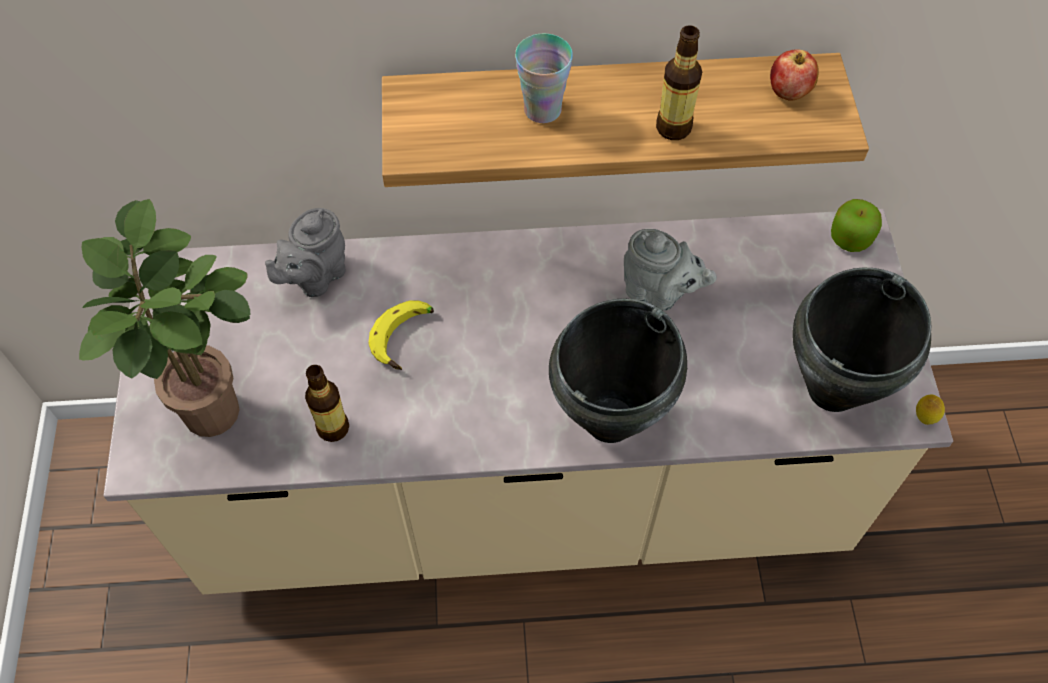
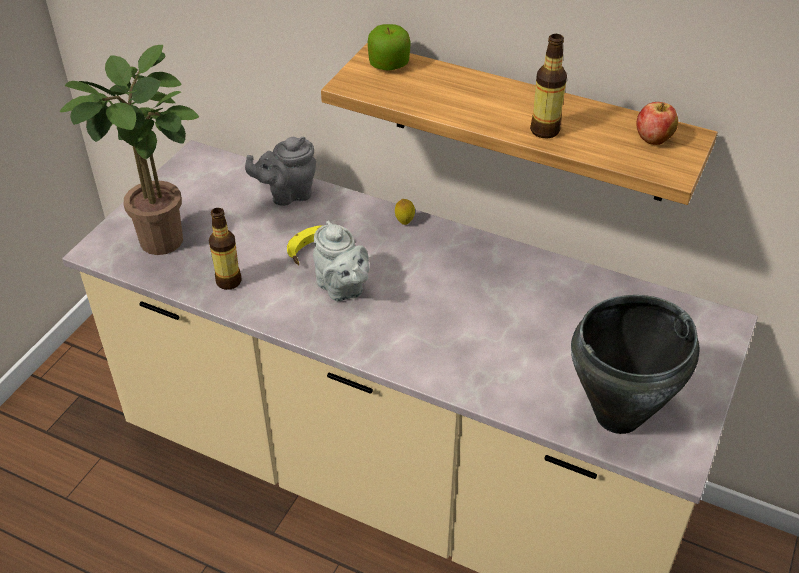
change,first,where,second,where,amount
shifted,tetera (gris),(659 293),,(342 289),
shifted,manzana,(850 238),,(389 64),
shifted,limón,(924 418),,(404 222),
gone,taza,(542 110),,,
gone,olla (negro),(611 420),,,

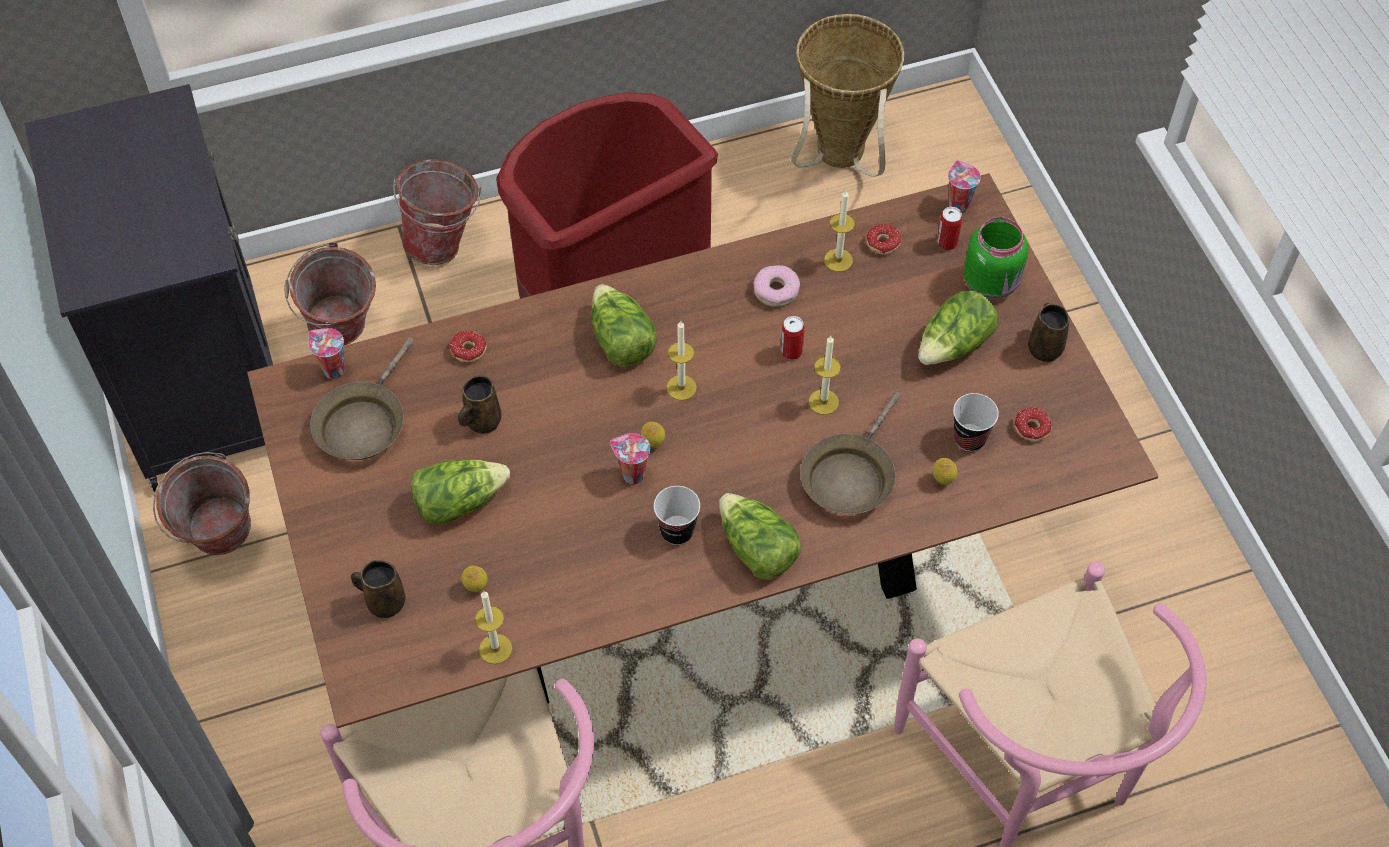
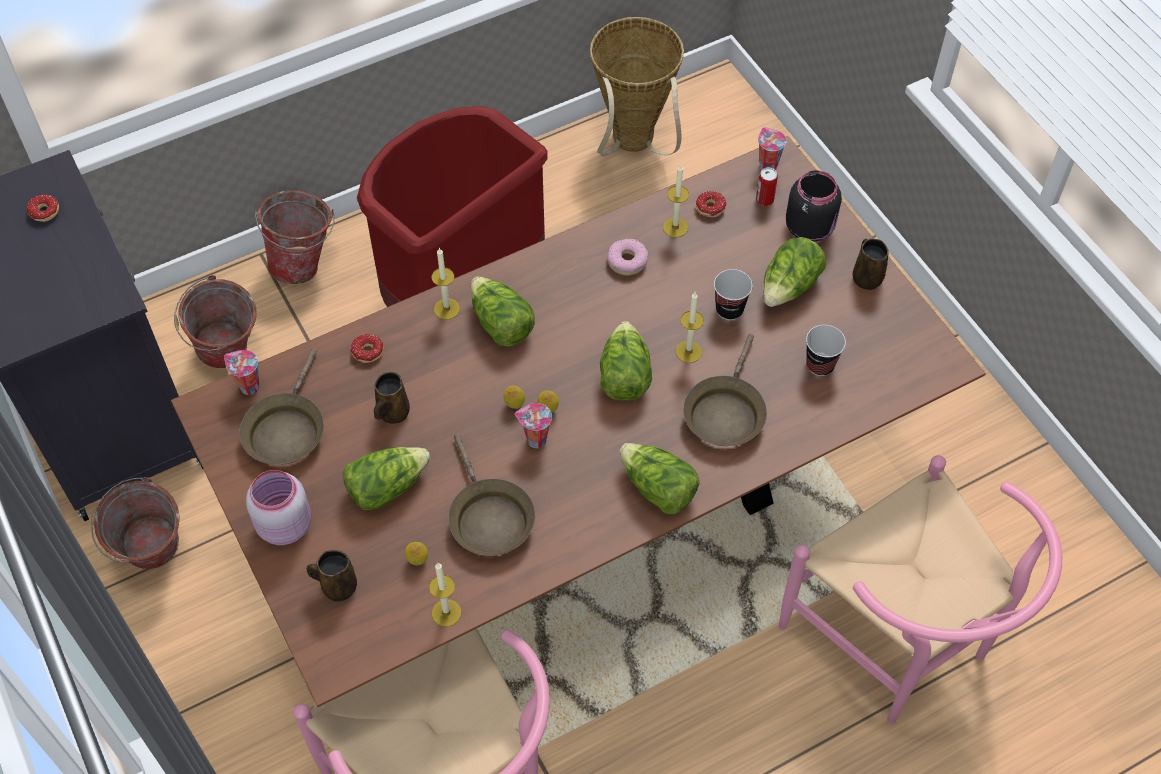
change,first,where,second,where,amount
shifted,rosquilla,(1027 432),,(40 215),
new,,,tarro (rosa),(283 524),
shifted,vela,(681 387),,(446 309),
new,,,sartén (marrón),(488 518),
shifted,limón,(943 480),,(514 405),
new,,,lechuga,(624 375),
shifted,taza,(677 531),,(729 309),
repainted,tarro (verde),(992 282),tarro (negro),(810 228),
gone,lata,(791 351),,,

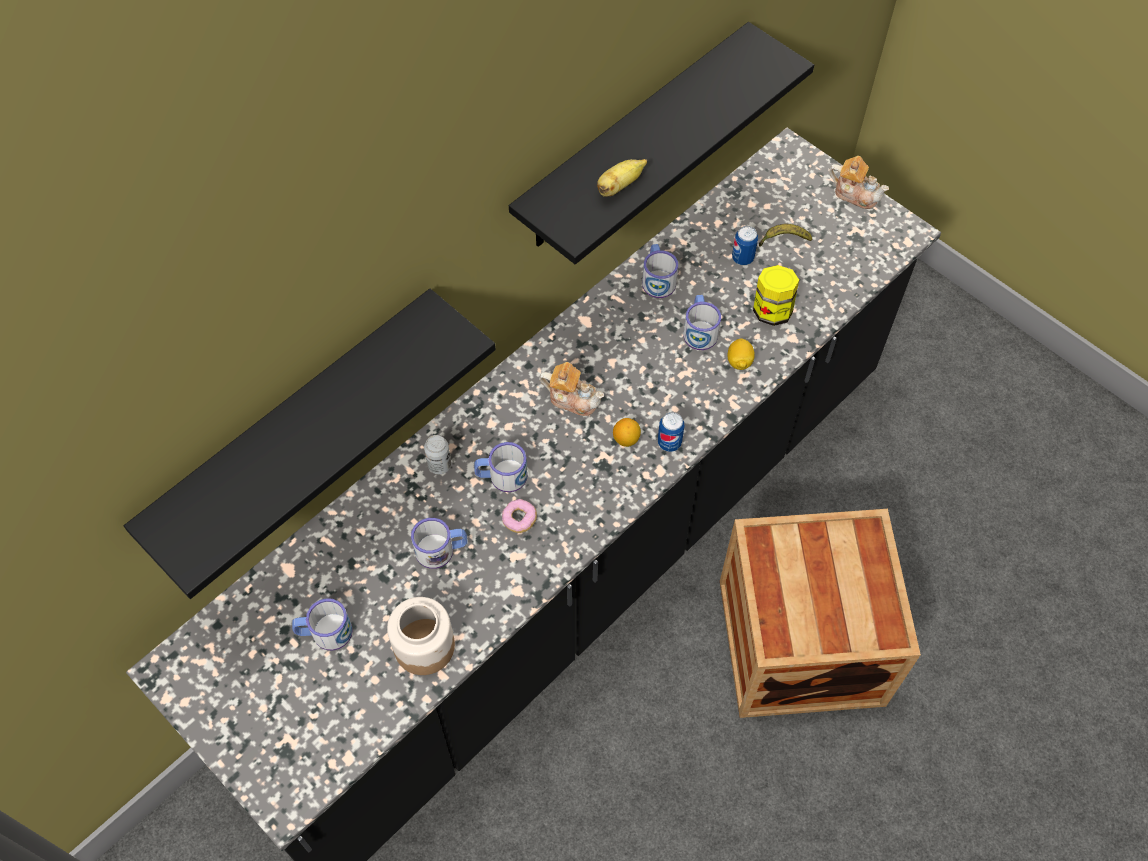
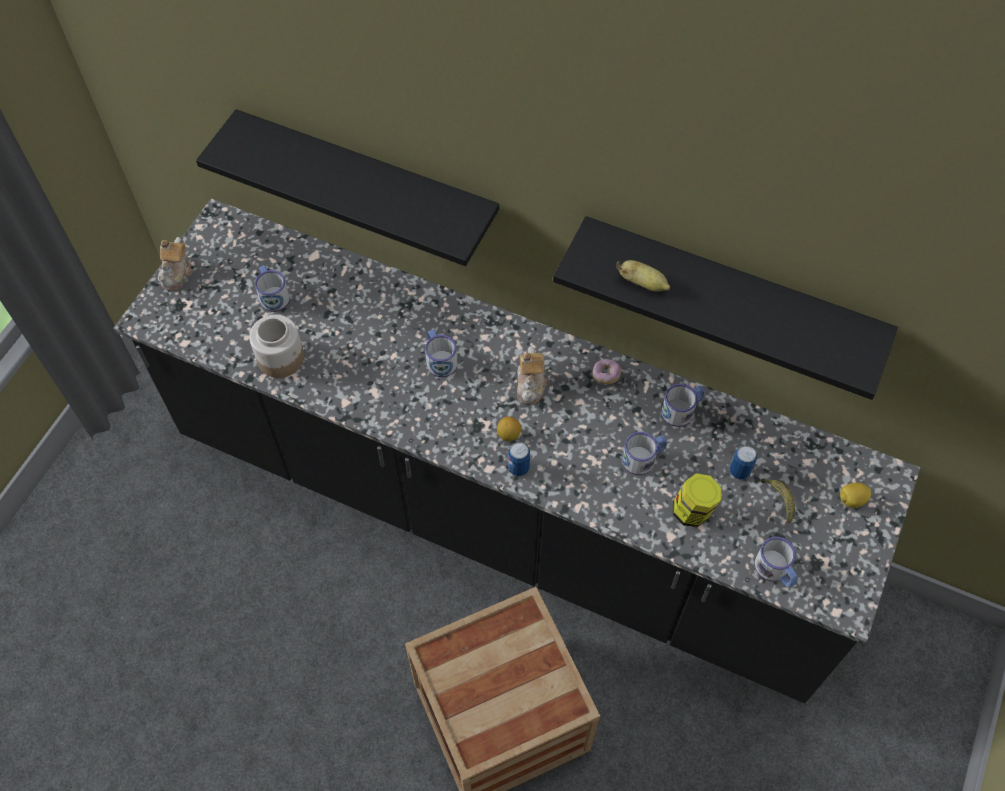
change,first,where,second,where,amount
shifted,tetera,(855 194),,(177 273),
shifted,rosquilla,(519 519),,(606 375),
shifted,taza grande,(441 550),,(775 571),
shifted,limón,(739 361),,(851 500),
gone,lata,(439 465),,,

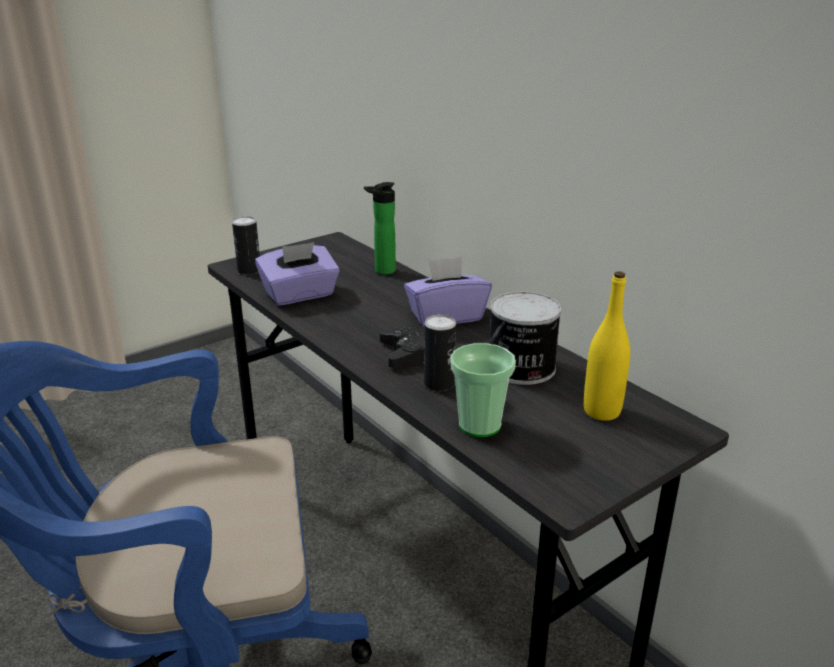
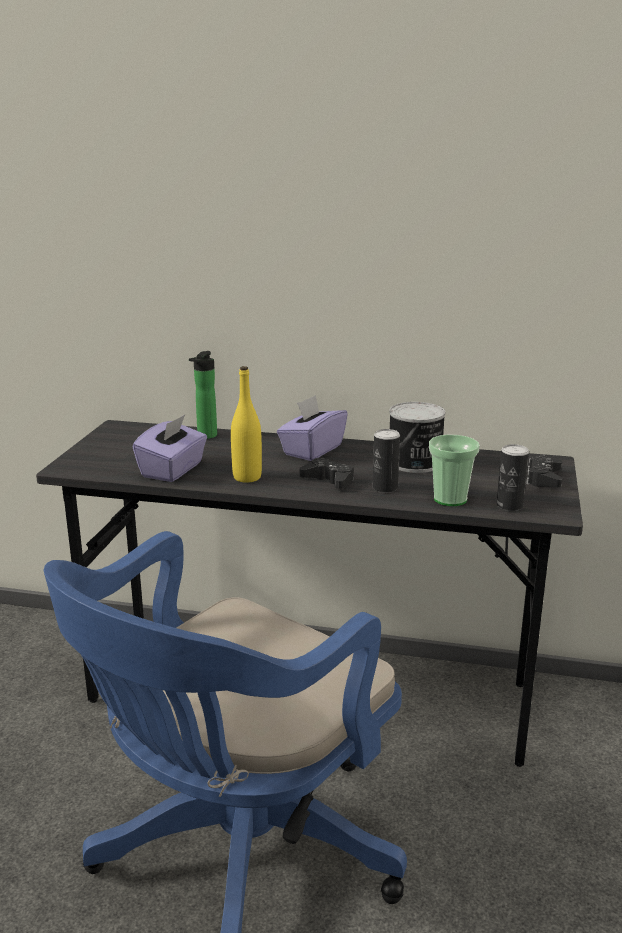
change,first,where,second,where,amount
shifted,botella (amarillo),(601 411),,(247 477),
shifted,lata,(249 270),,(509 505),
new,,,mando de consola (negro),(543 478),

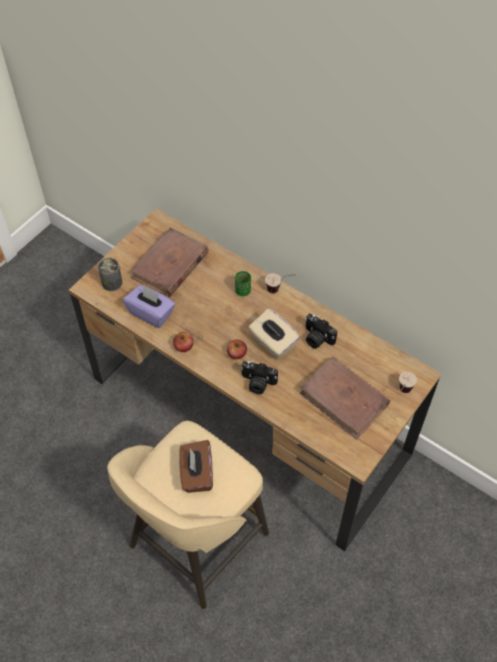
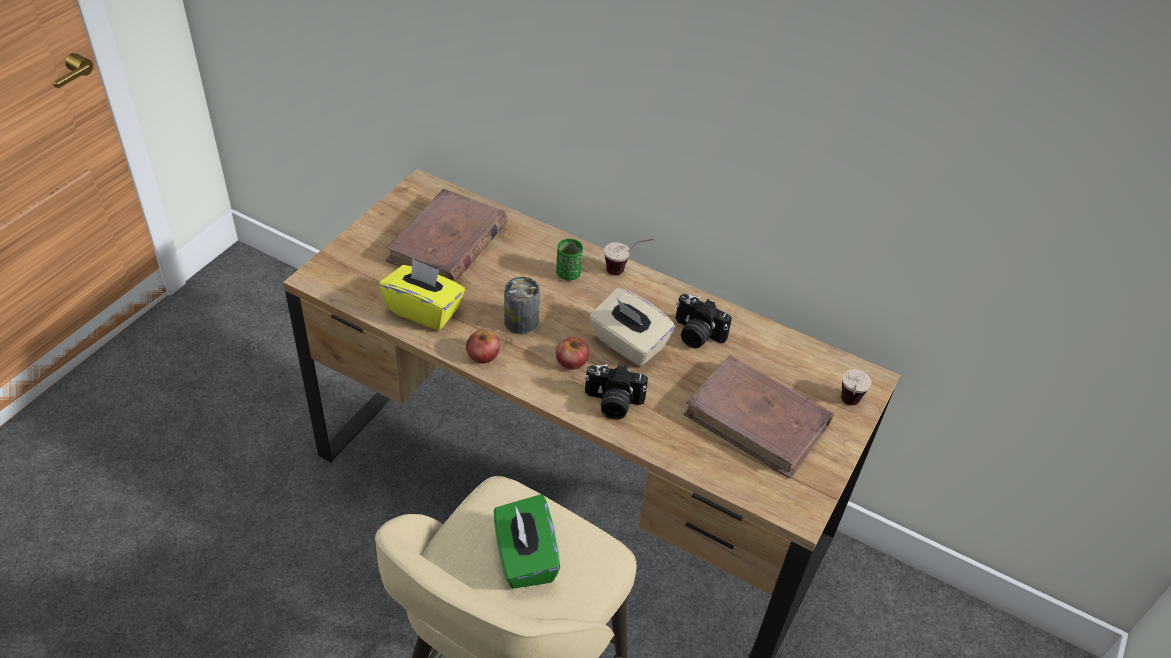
change,first,where,second,where,amount
repainted,caja de pañuelos (morado),(151 313),caja de pañuelos (amarillo),(424 310),
repainted,caja de pañuelos (marrón),(196 474),caja de pañuelos (verde),(524 557),
shifted,lata,(112 283),,(521 322),

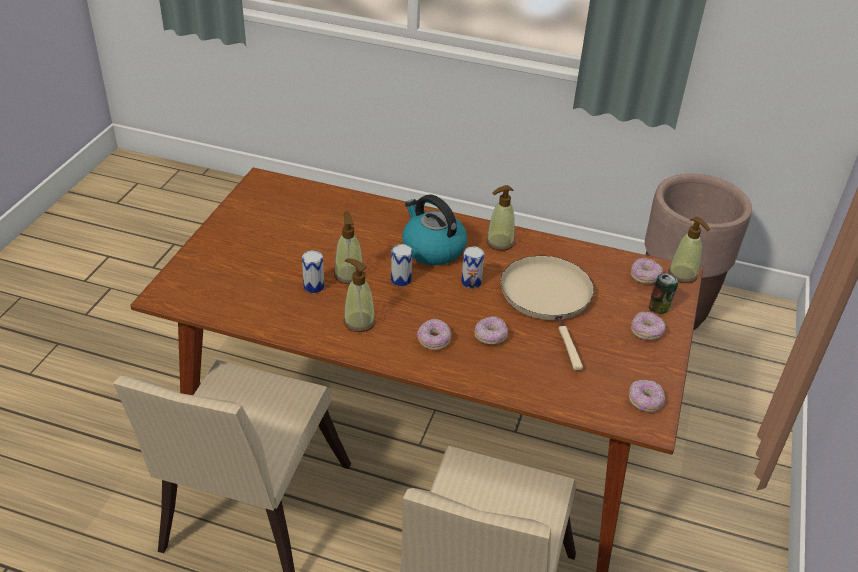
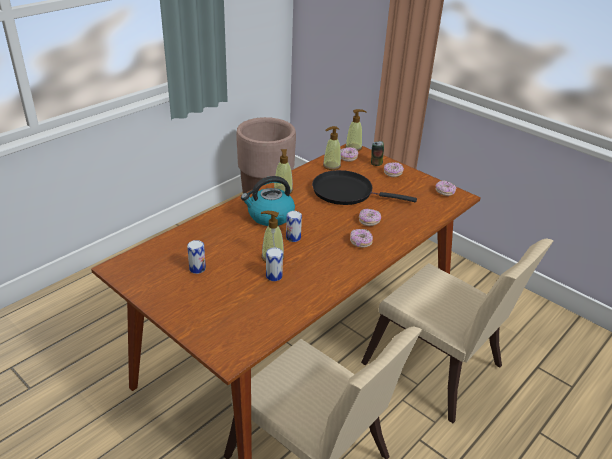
change,first,where,second,where,amount
shifted,lata,(471 282),,(197 268),
repainted,sartén (beis),(548 298),sartén (negro),(346 192),
shifted,dispensador de jabón,(359 322),,(331 166),

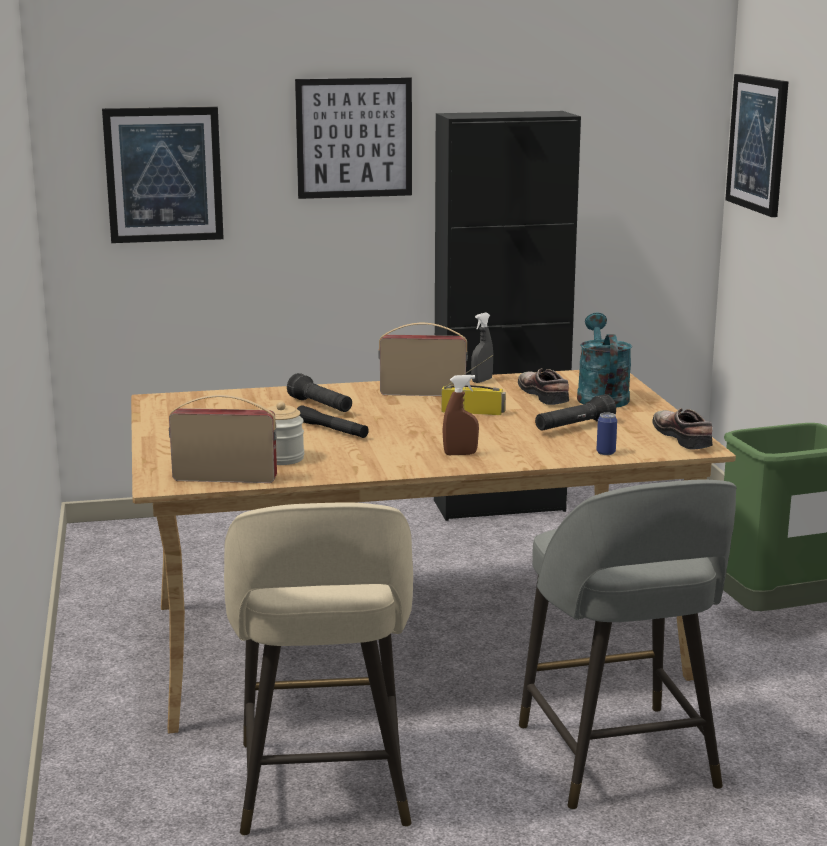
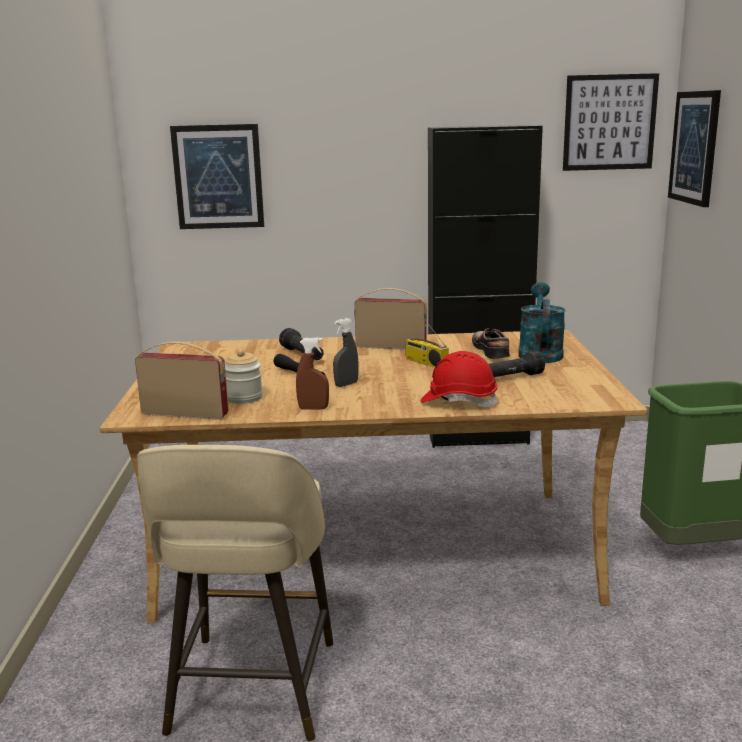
change,first,where,second,where,amount
shifted,pulverizador (marrón),(460 454),,(313 408),
shifted,pulverizador (gris),(482 380),,(346 384),
rotated,radio,(473 411),,(425 363),150 degrees counterclockwise
new,,,casco (rojo),(459 401),
shifted,cuadro,(354 138),,(609 122),
gone,taburete (gris),(619 759),,,
gone,lata,(606 452),,,
gone,zapato,(685 437),,,

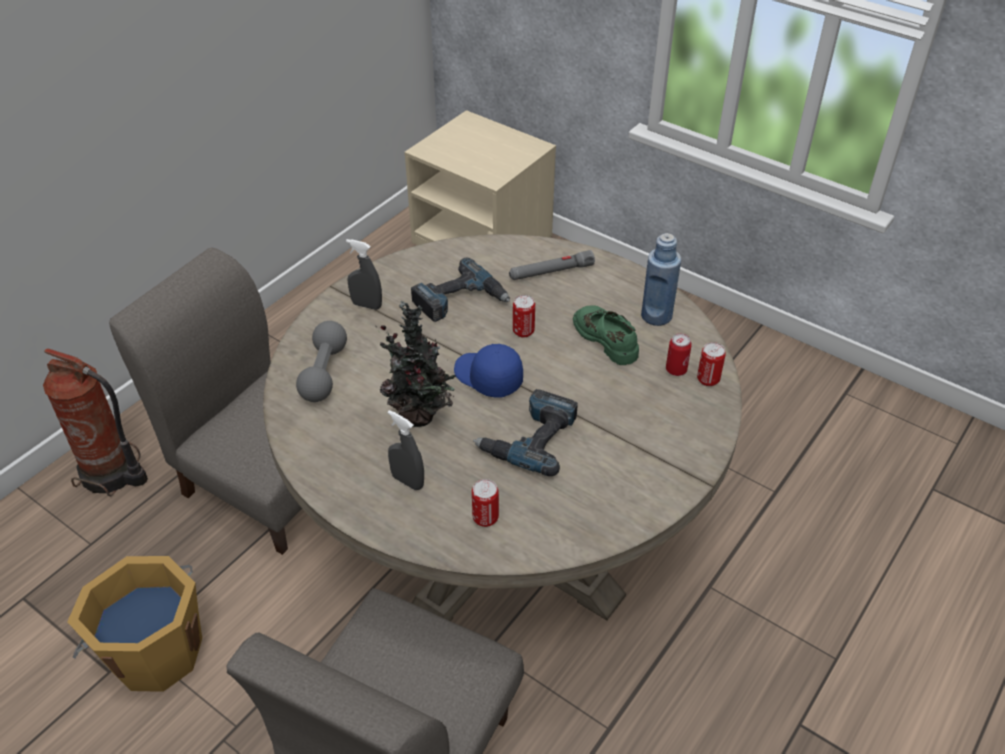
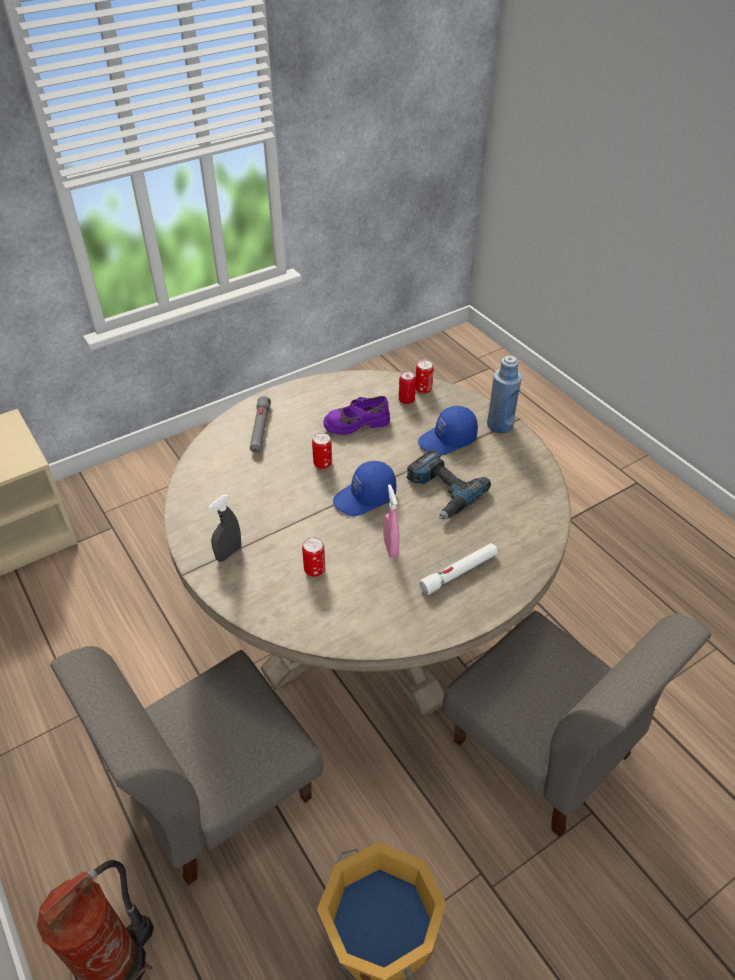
change,first,where,second,where,amount
shifted,lata,(485 518),,(314 570),
repainted,zapato (verde),(606 339),zapato (morado),(356 423),
swapped,planta en maceta,(421 416),pulverizador (rosa),(390 548),
new,,,gorra (azul),(447 440),
swapped,pulverizador (gris),(407 481),linterna (blanco),(459 572),
shifted,botella (azul),(656 316),,(500 425),
gone,mancuerna (gris),(324 373),,,
gone,taladro,(460 300),,,

